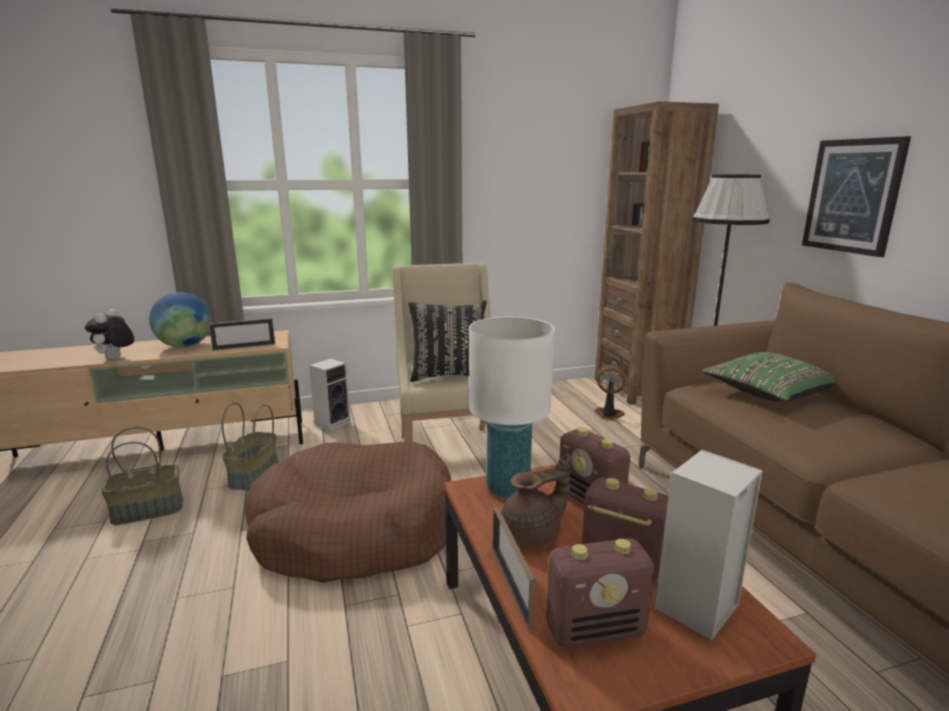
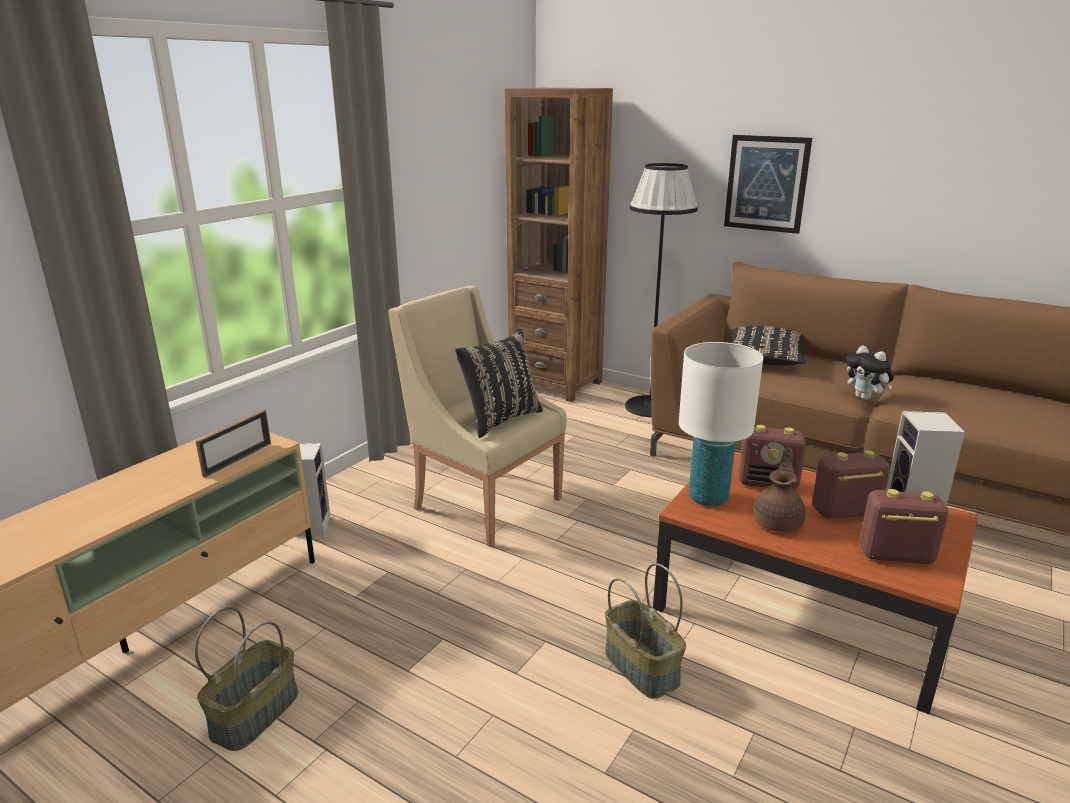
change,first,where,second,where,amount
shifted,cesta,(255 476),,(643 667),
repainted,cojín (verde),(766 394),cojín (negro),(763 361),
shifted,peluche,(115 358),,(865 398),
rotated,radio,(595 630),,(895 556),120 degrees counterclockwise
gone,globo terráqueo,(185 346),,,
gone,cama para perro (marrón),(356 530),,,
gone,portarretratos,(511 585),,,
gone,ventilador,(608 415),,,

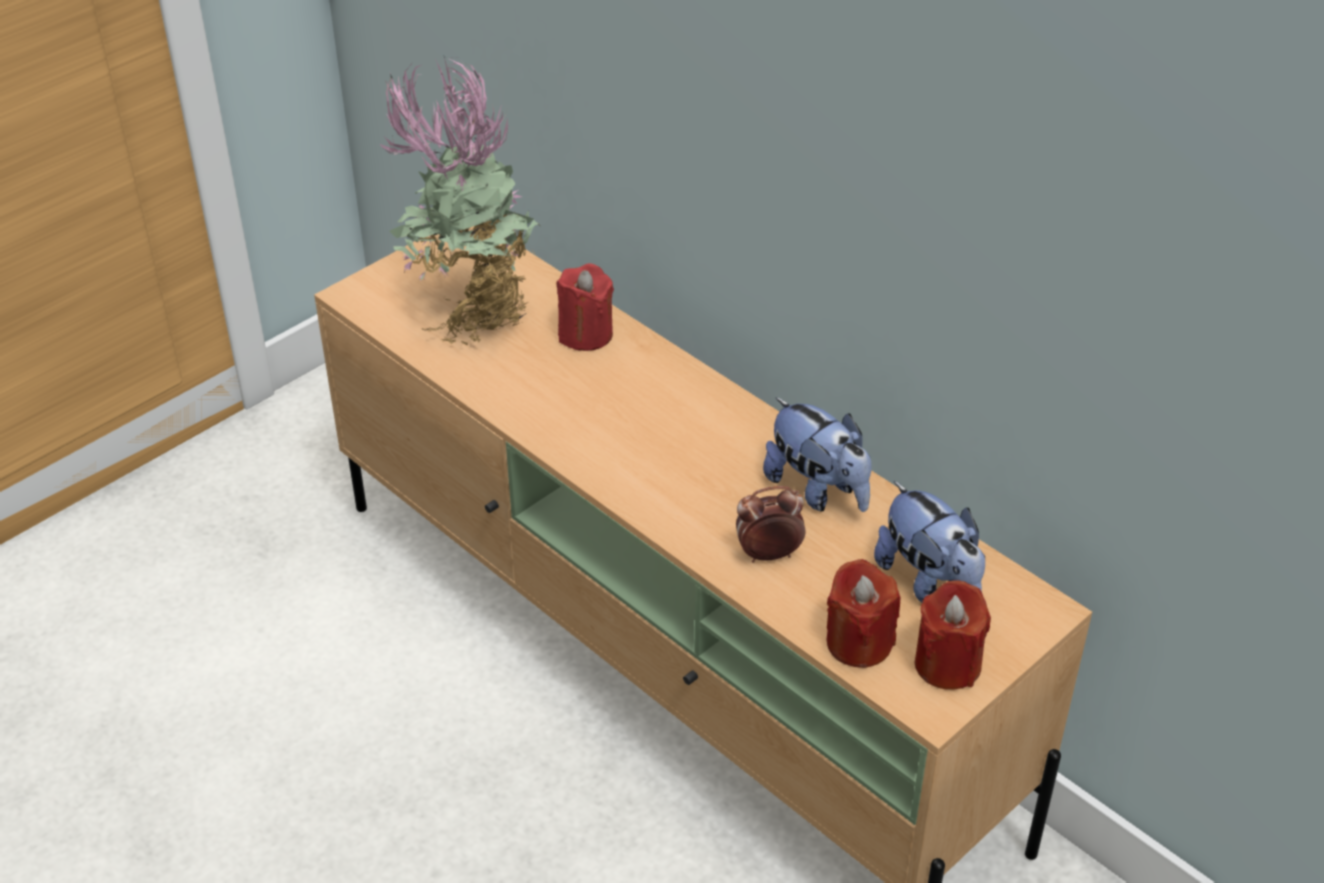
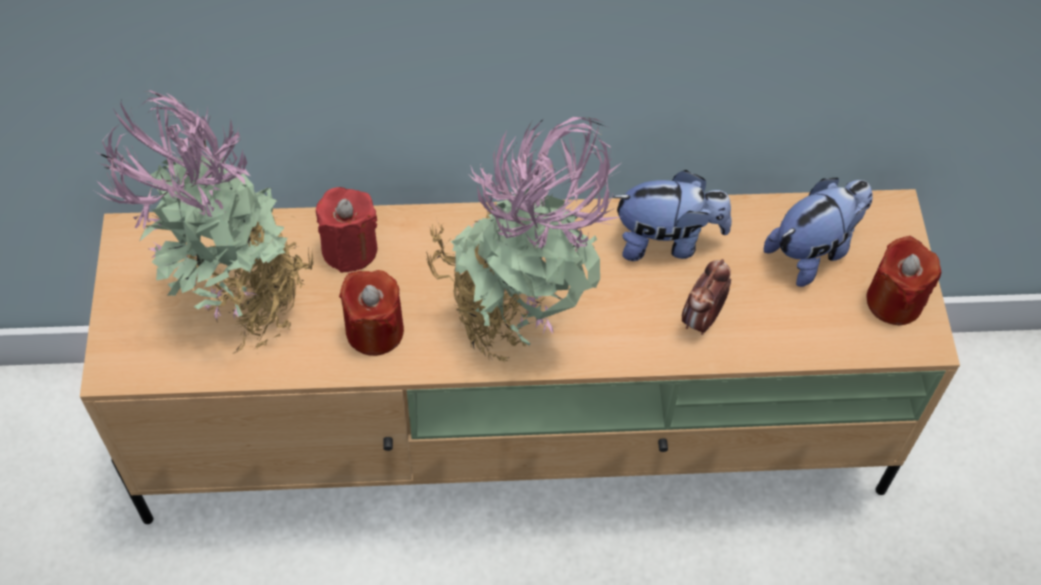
change,first,where,second,where,amount
shifted,vela (rojo),(858 642),,(374 331),
new,,,planta en maceta,(519 319),
rotated,peluche,(929 582),,(813 251),45 degrees counterclockwise

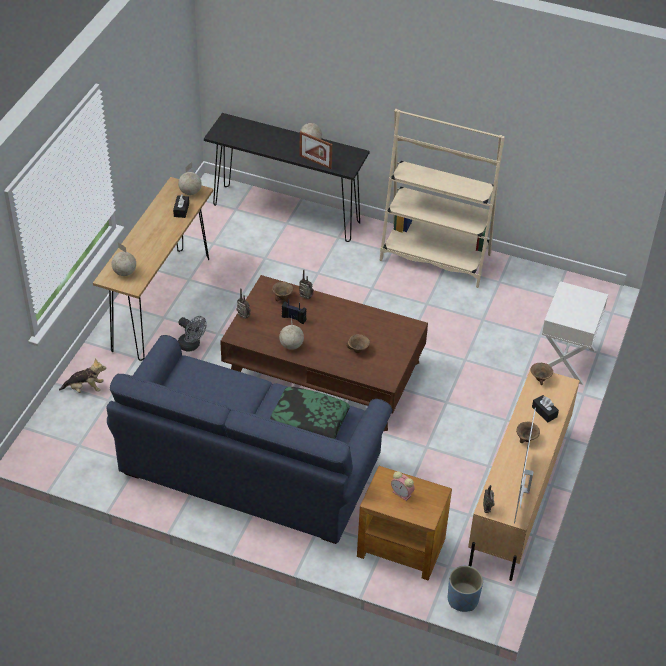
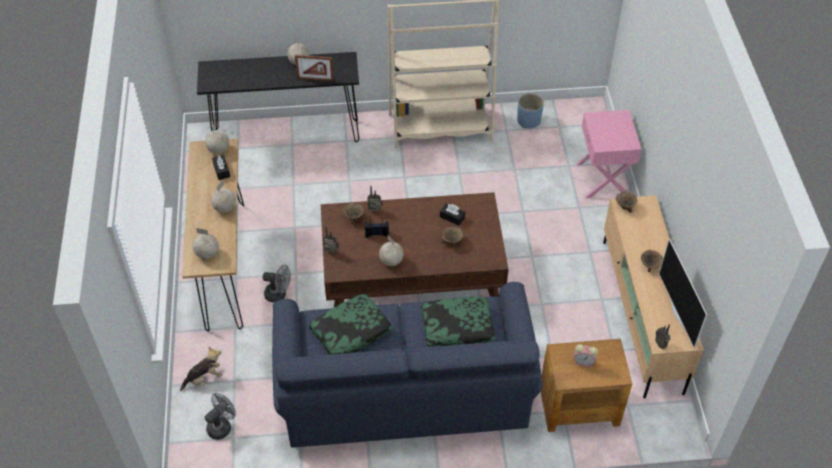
change,first,where,second,where,amount
new,,,ventilador (gris),(222 426),
new,,,globo terráqueo,(225 208),
new,,,cojín,(351 332),
shifted,caja de pañuelos (negro),(544 412),,(452 217),
shifted,maceta (azul),(462 599),,(528 121),
repainted,mesita de noche (blanco),(566 360),mesita de noche (rosa),(603 179),

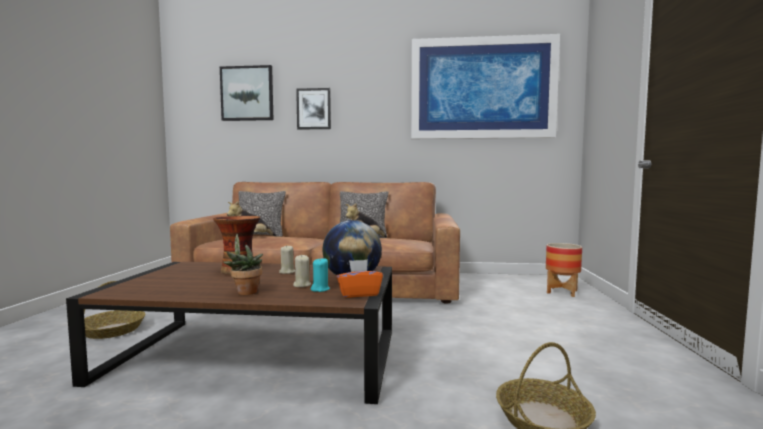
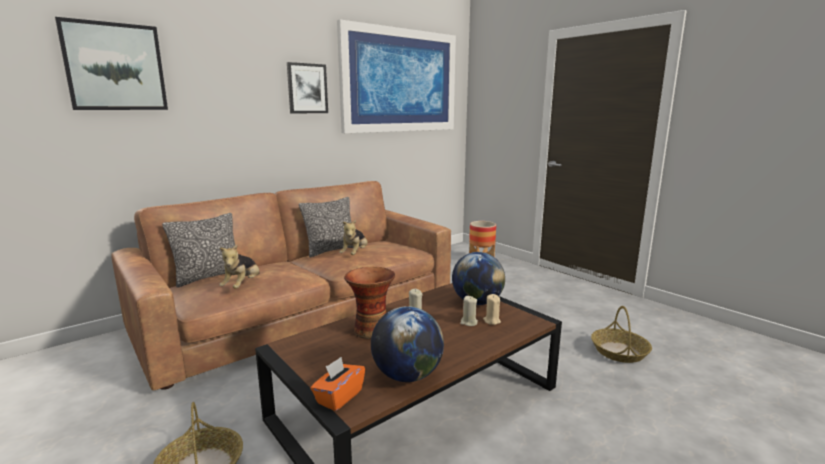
change,first,where,second,where,amount
shifted,cuadro,(314 109),,(307 88),
shifted,caja de pañuelos (naranja),(359 294),,(339 397),
new,,,globo terráqueo,(407 375),
repainted,vela (turquesa),(320 289),vela (beis),(491 321),
gone,planta en maceta,(245 292),,,

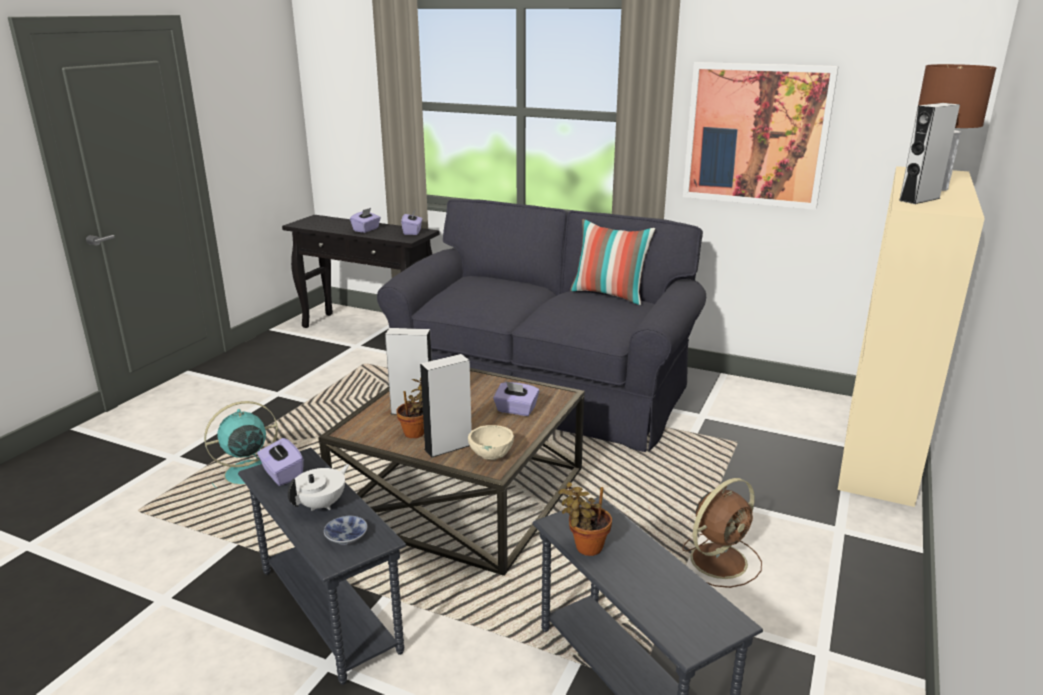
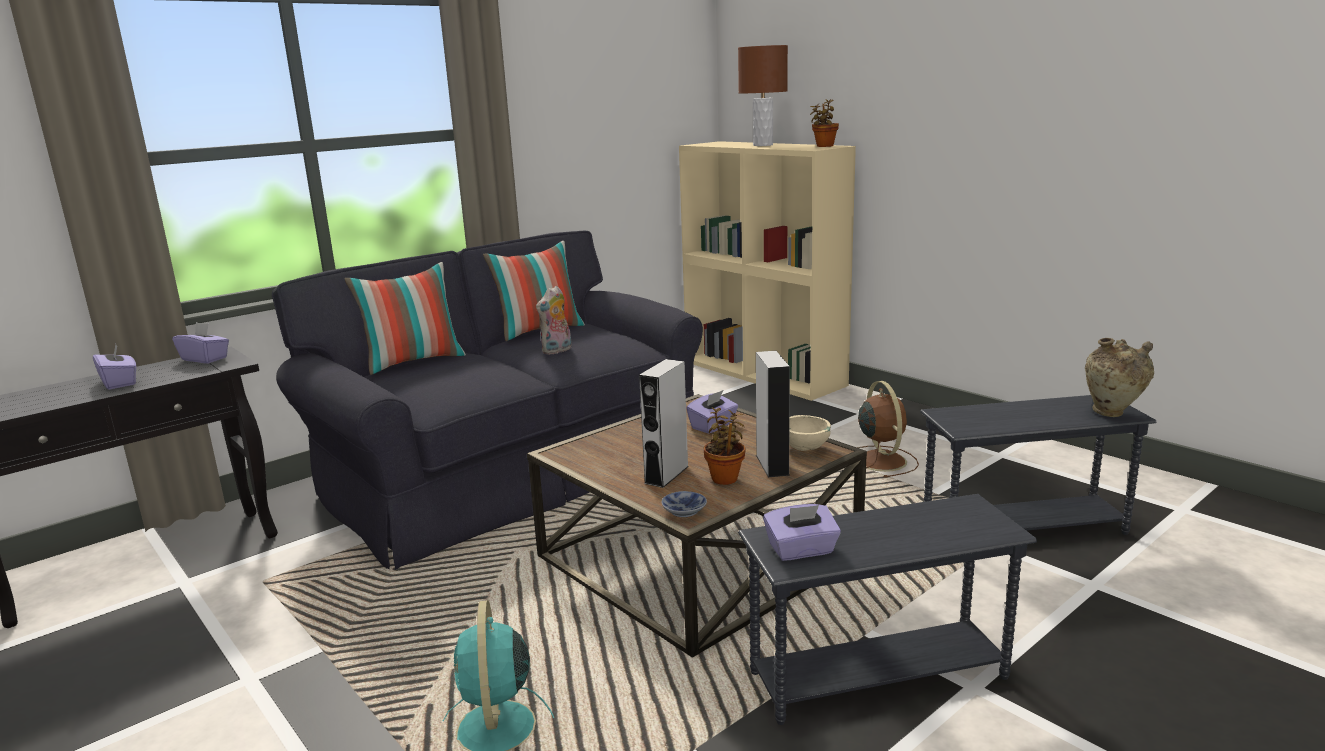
change,first,where,second,where,amount
new,,,cojín,(413 362),
new,,,peluche,(557 351),
shifted,cuenco,(345 538),,(685 512),
shifted,planta en maceta,(585 547),,(824 146),
new,,,florero (beis),(1112 414),
gone,tetera (blanco),(322 504),,,
gone,cuadro,(756 135),,,
gone,altavoz (gris),(919 199),,,

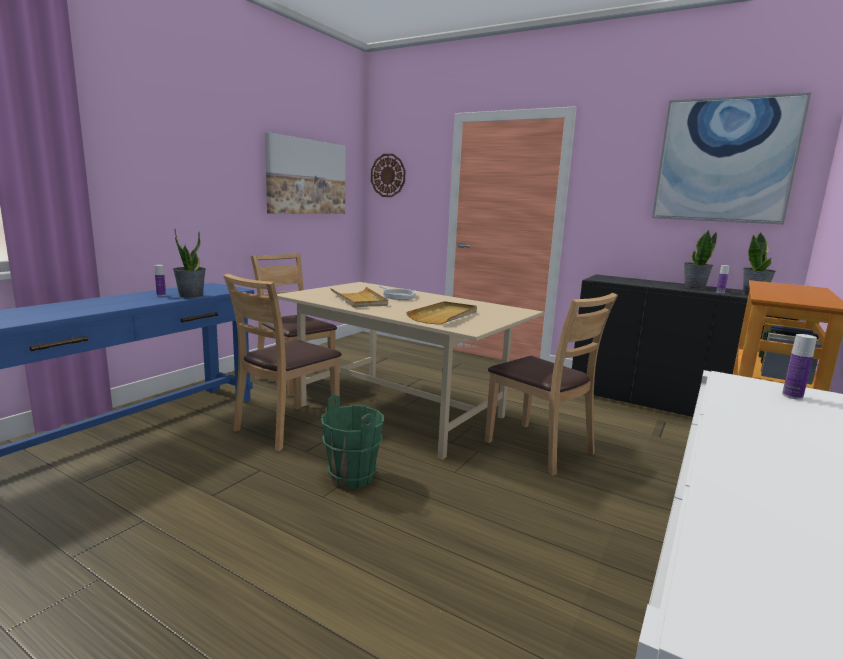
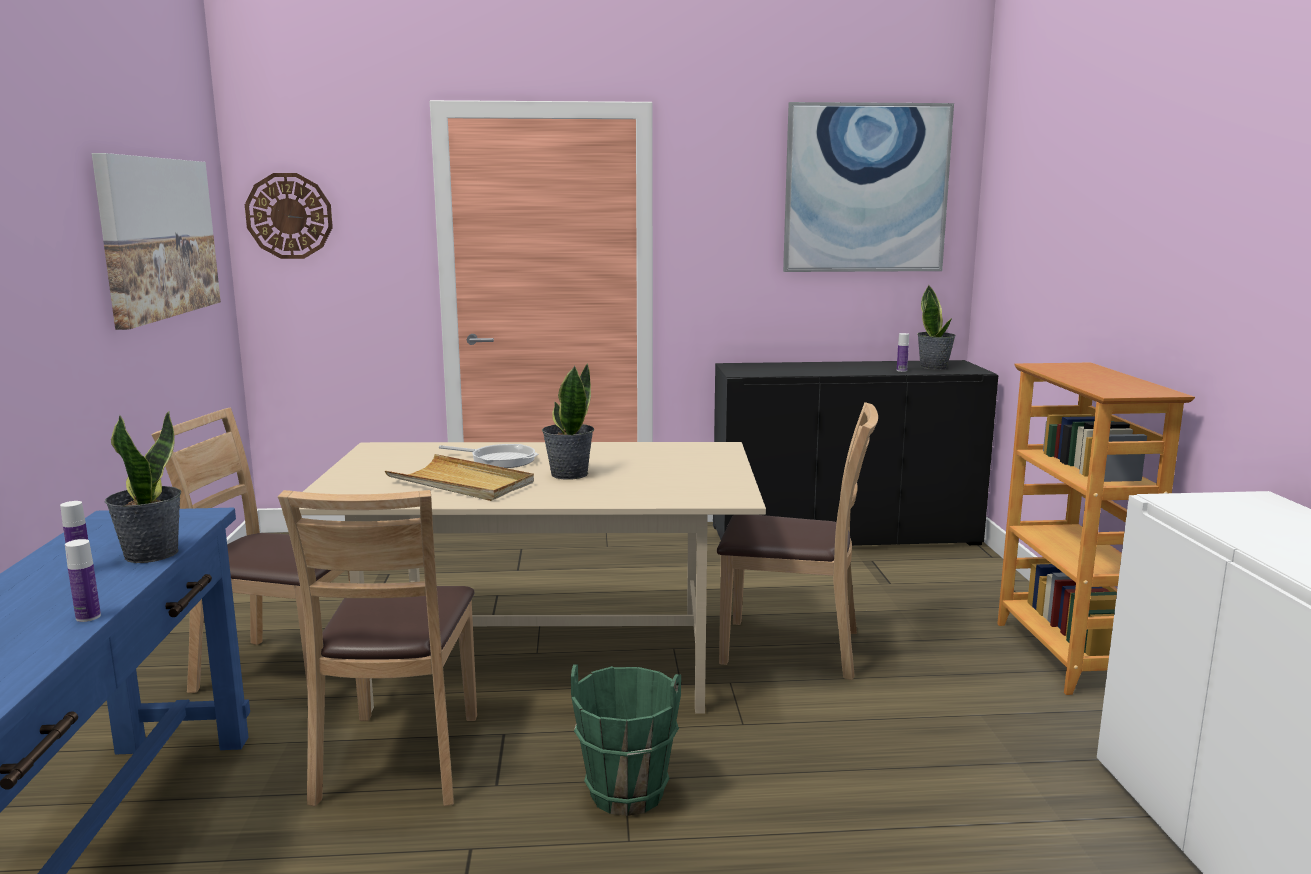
change,first,where,second,where,amount
shifted,botella,(792 396),,(88 617),
shifted,planta en maceta,(694 287),,(568 474),
gone,bandeja (beis),(444 316),,,

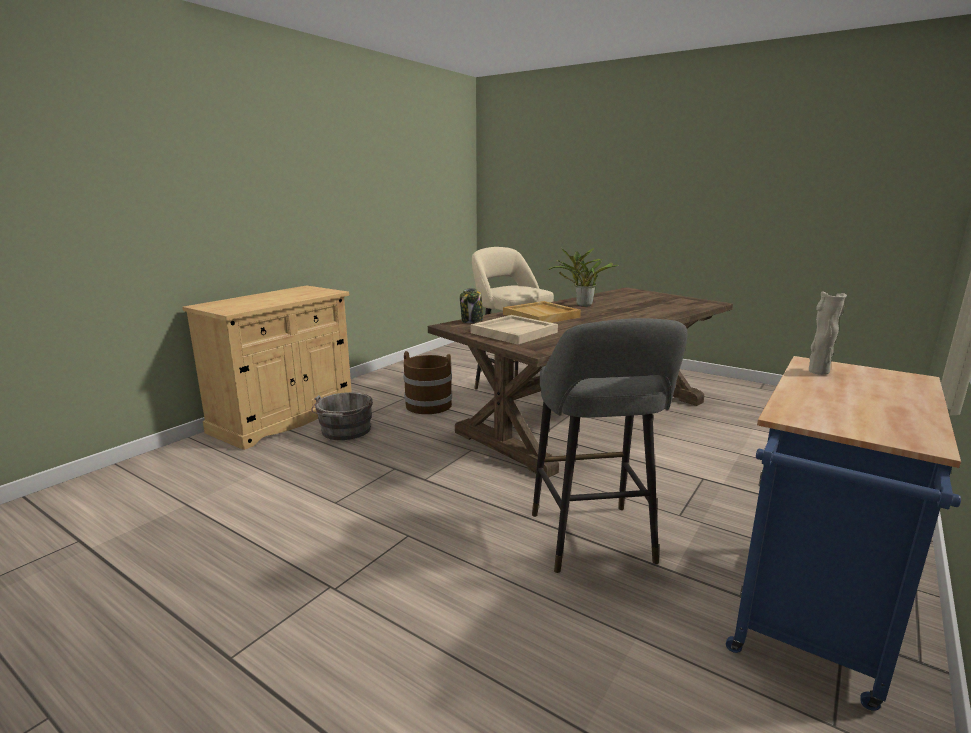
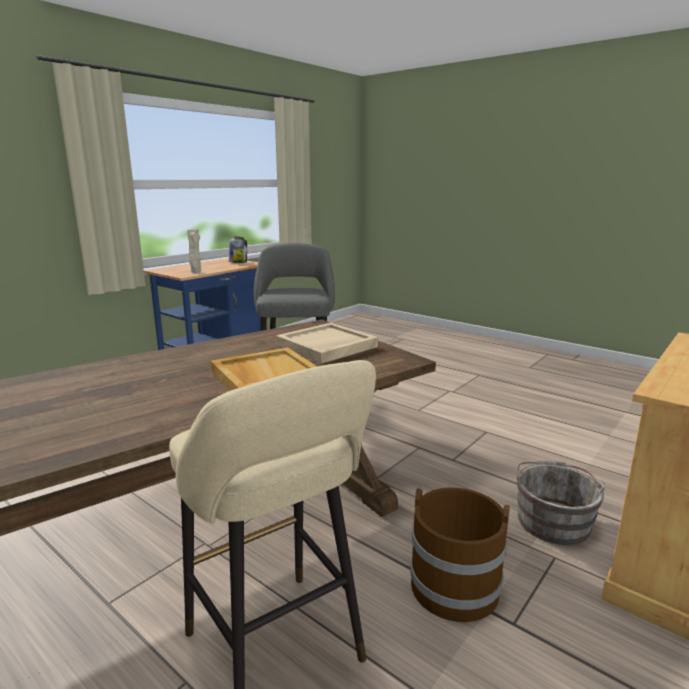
change,first,where,second,where,amount
shifted,tarro,(472 321),,(238 262),
gone,planta en maceta,(581 305),,,

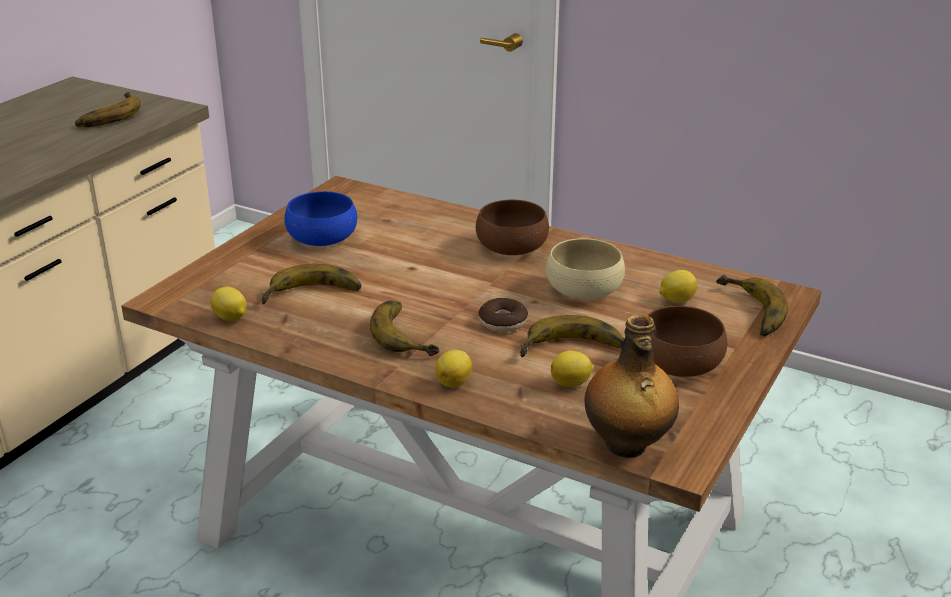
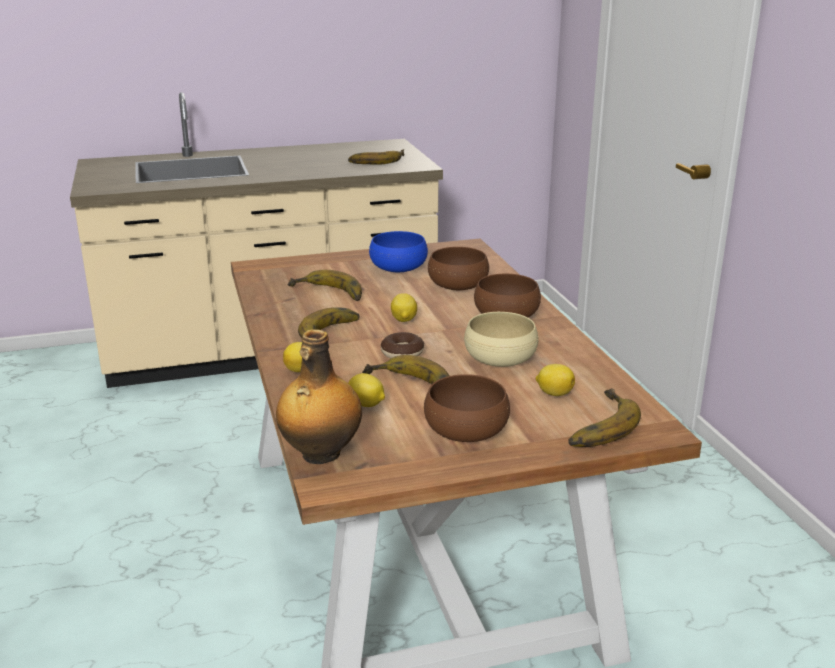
change,first,where,second,where,amount
shifted,limón,(231 318),,(403 320),
new,,,cuenco (marrón),(458 284),

